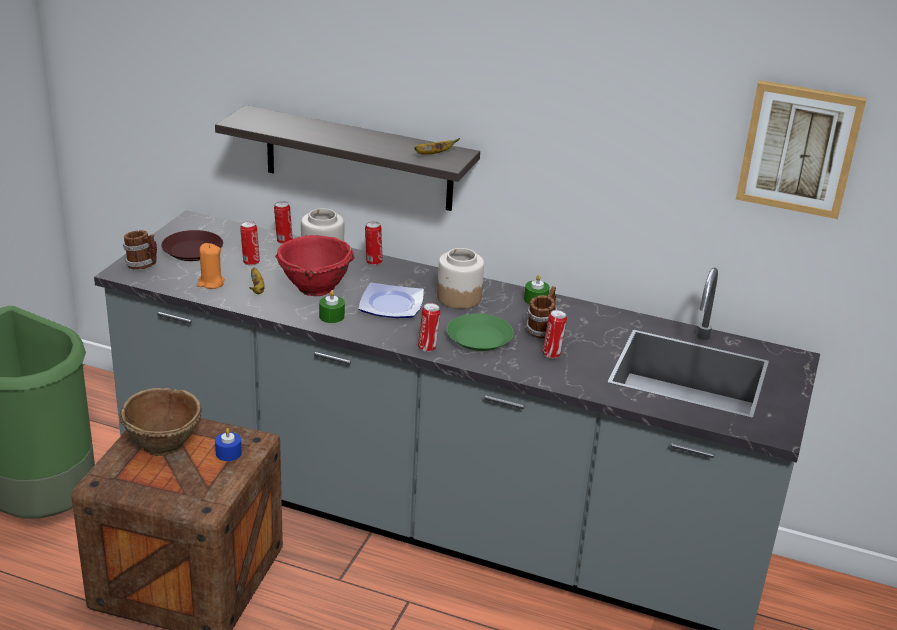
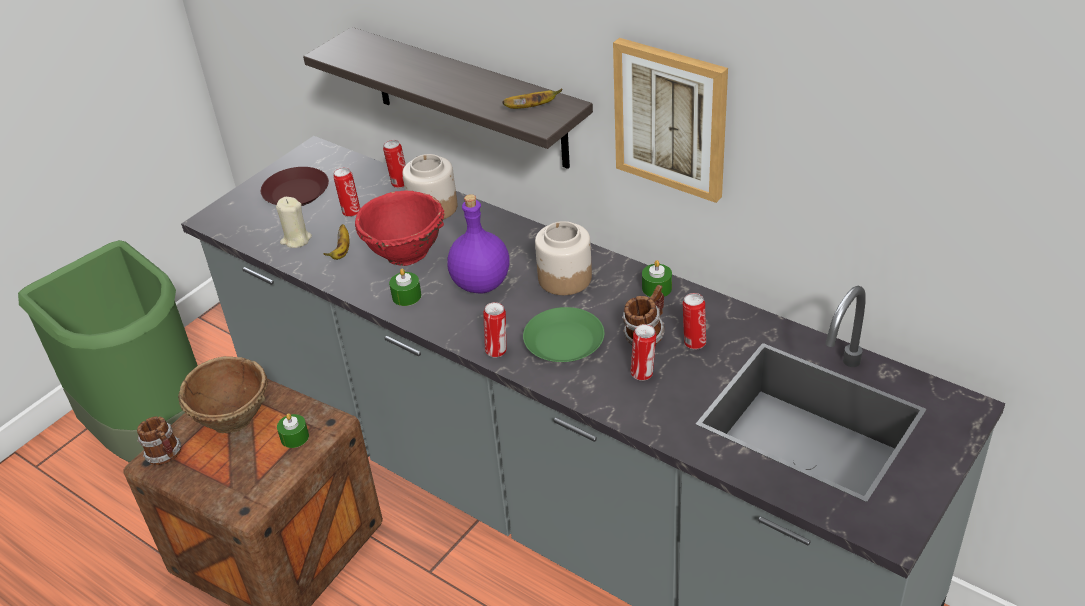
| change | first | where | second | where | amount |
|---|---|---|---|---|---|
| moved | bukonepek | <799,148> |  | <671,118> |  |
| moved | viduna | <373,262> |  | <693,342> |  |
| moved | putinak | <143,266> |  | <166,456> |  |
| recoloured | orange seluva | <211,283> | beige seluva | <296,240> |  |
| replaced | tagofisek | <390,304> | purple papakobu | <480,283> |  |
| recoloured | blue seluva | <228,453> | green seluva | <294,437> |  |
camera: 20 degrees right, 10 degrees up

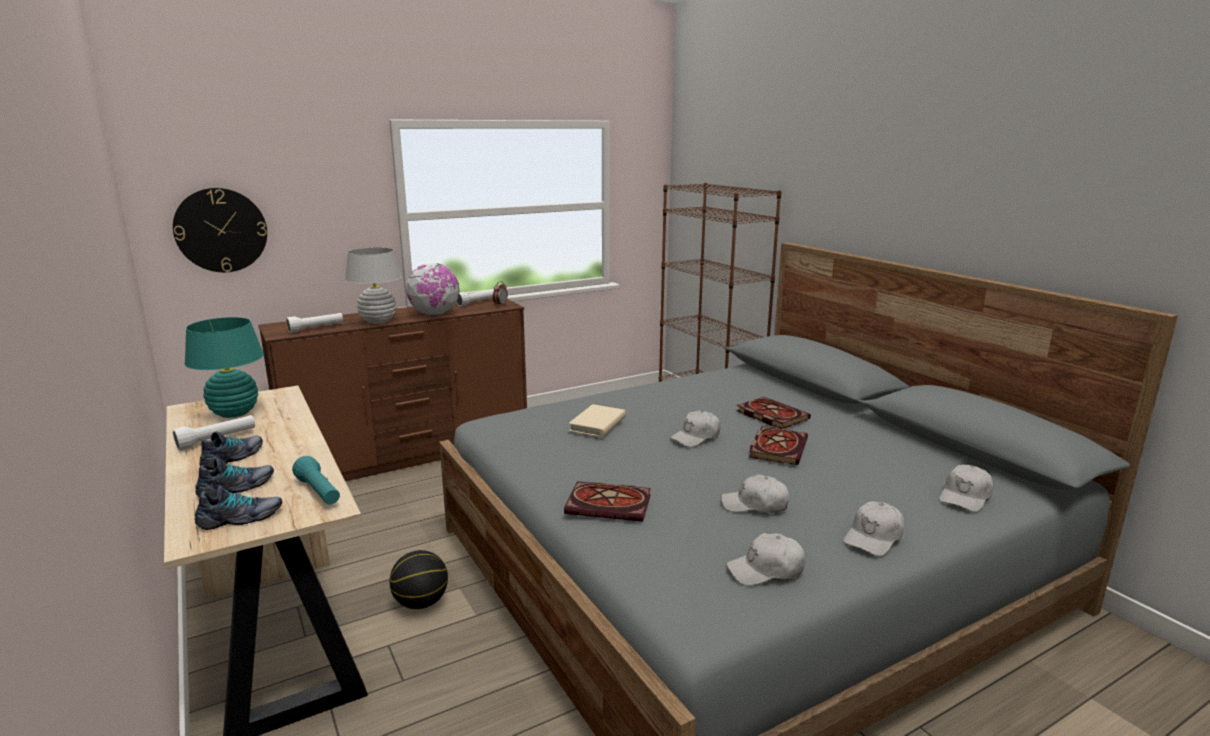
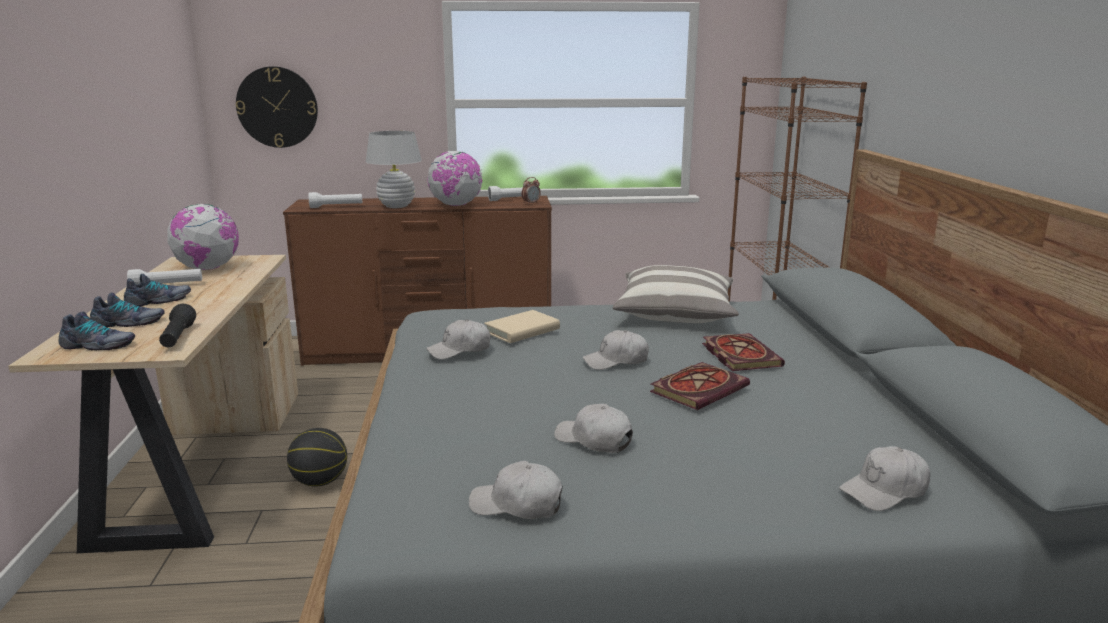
| change | first | where | second | where | amount |
|---|---|---|---|---|---|
| replaced | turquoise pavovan | <234,413> | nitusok | <208,268> |  |
| recoloured | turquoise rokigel | <319,492> | black rokigel | <178,338> |  |
| removed | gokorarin | <611,504> |  |  |  |
| moved | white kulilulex | <873,537> |  | <459,350> |  |
| added |  |  | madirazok | <675,313> |  |
camera: 25 degrees right, 0 degrees up

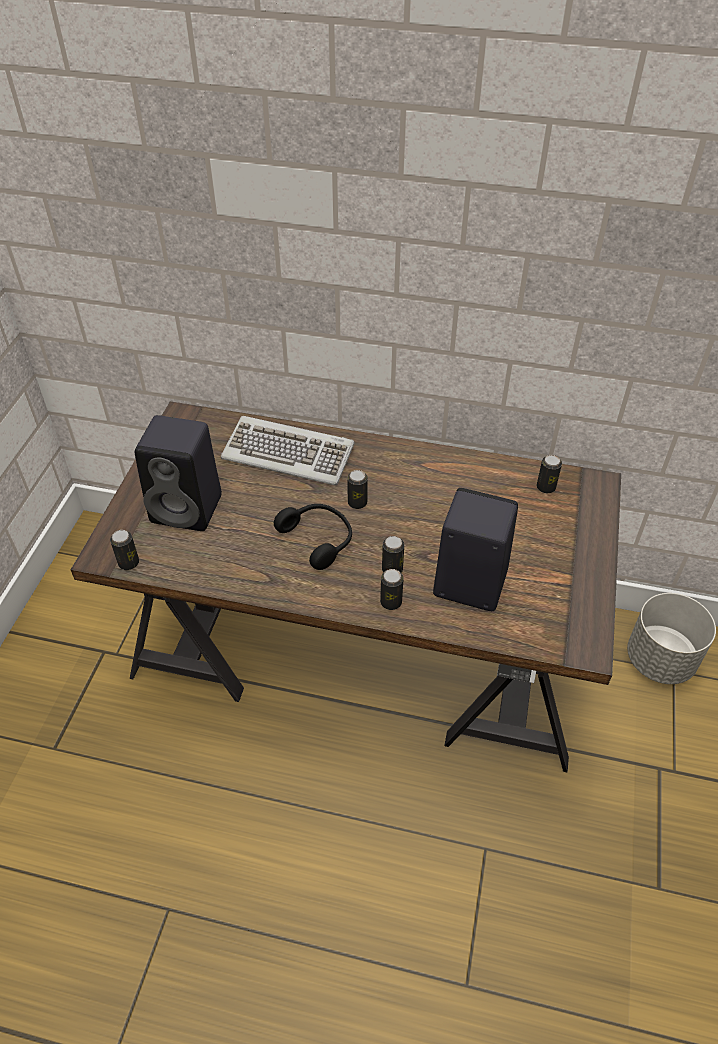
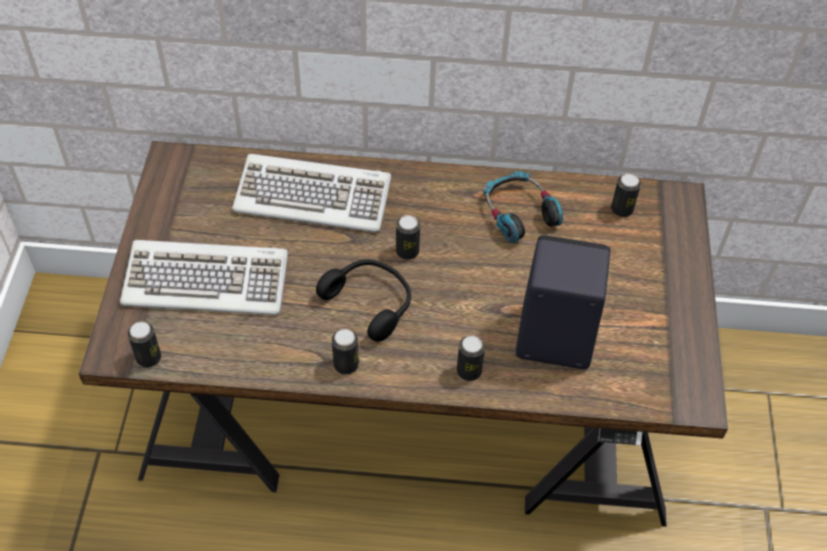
| change | first | where | second | where | amount |
|---|---|---|---|---|---|
| replaced | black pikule | <189,508> | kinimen | <207,280> |  |
| moved | viduna | <392,569> |  | <346,365> |  |
| removed | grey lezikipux | <660,660> |  |  |  |
| added |  |  | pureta | <519,212> |  |
camera: 10 degrees left, 5 degrees up

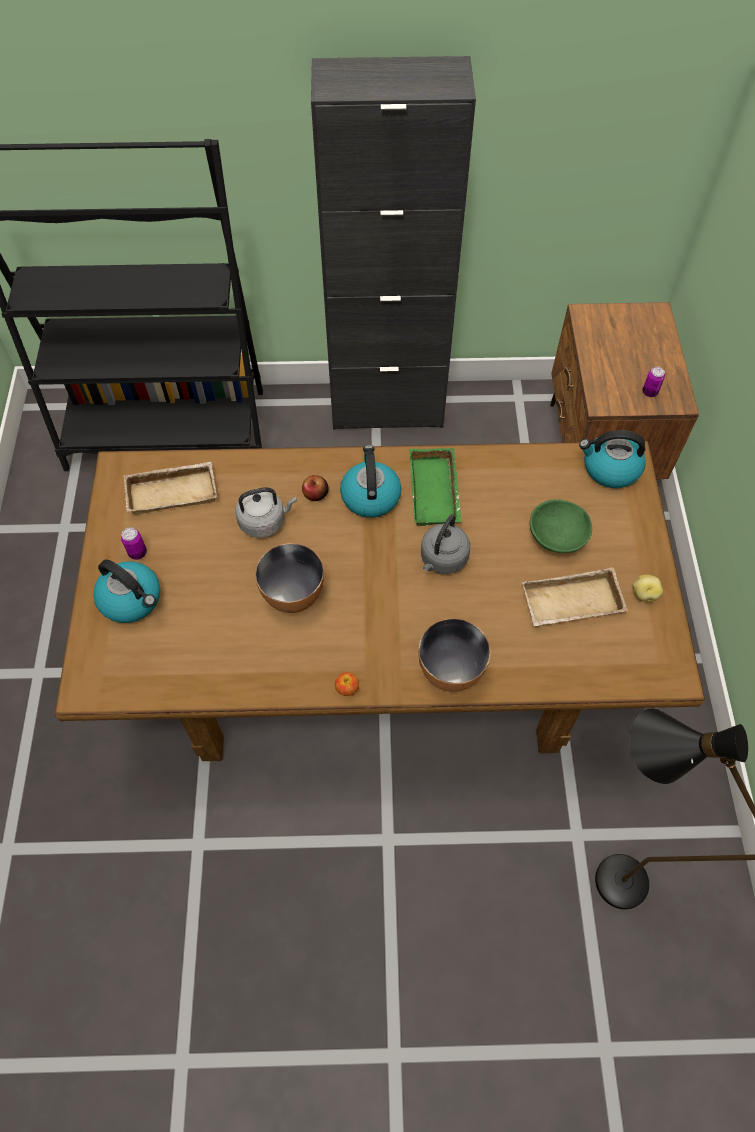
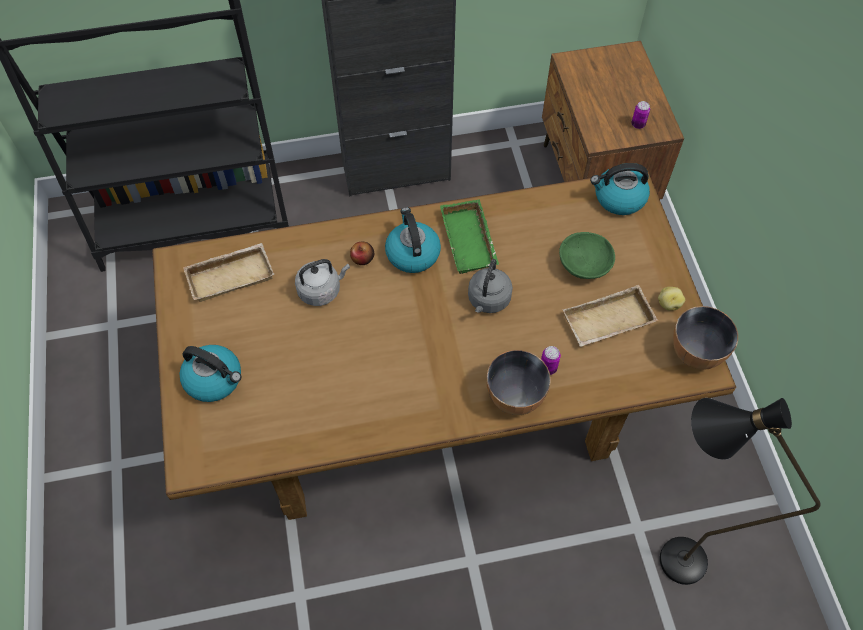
| change | first | where | second | where | amount |
|---|---|---|---|---|---|
| moved | viduna | <137,553> |  | <548,368> |  |
| moved | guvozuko | <293,594> |  | <696,352> |  |
| removed | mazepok | <347,688> |  |  |  |
camera: 10 degrees left, 0 degrees up

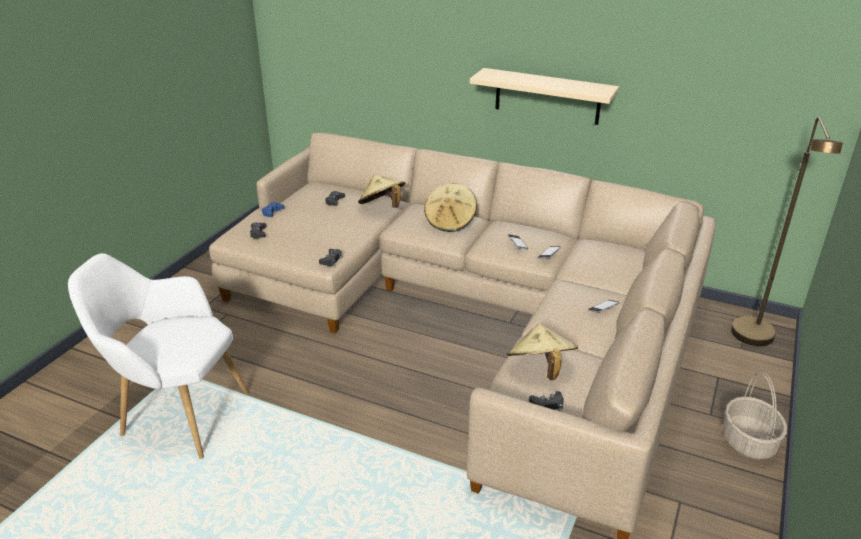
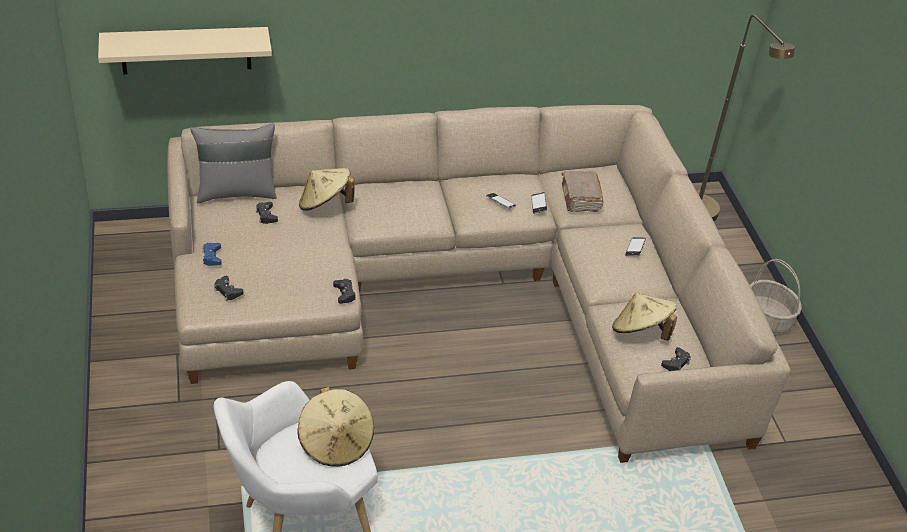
| change | first | where | second | where | amount |
|---|---|---|---|---|---|
| moved | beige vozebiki | <547,96> |  | <186,50> |  |
| moved | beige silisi | <450,222> |  | <336,443> |  |
| added |  |  | grey madirazok | <236,192> |  |
| added |  |  | brown gokorarin | <580,199> |  |
camera: 40 degrees left, 10 degrees up

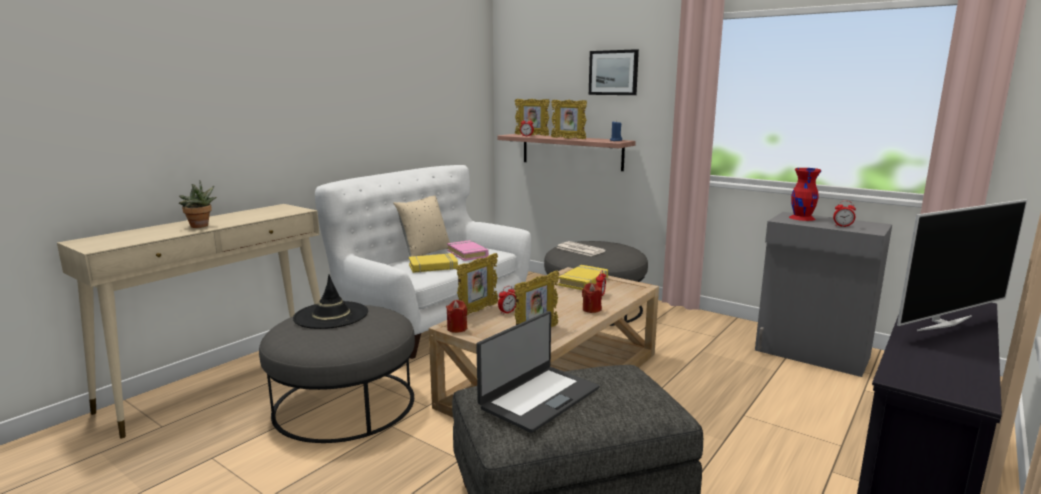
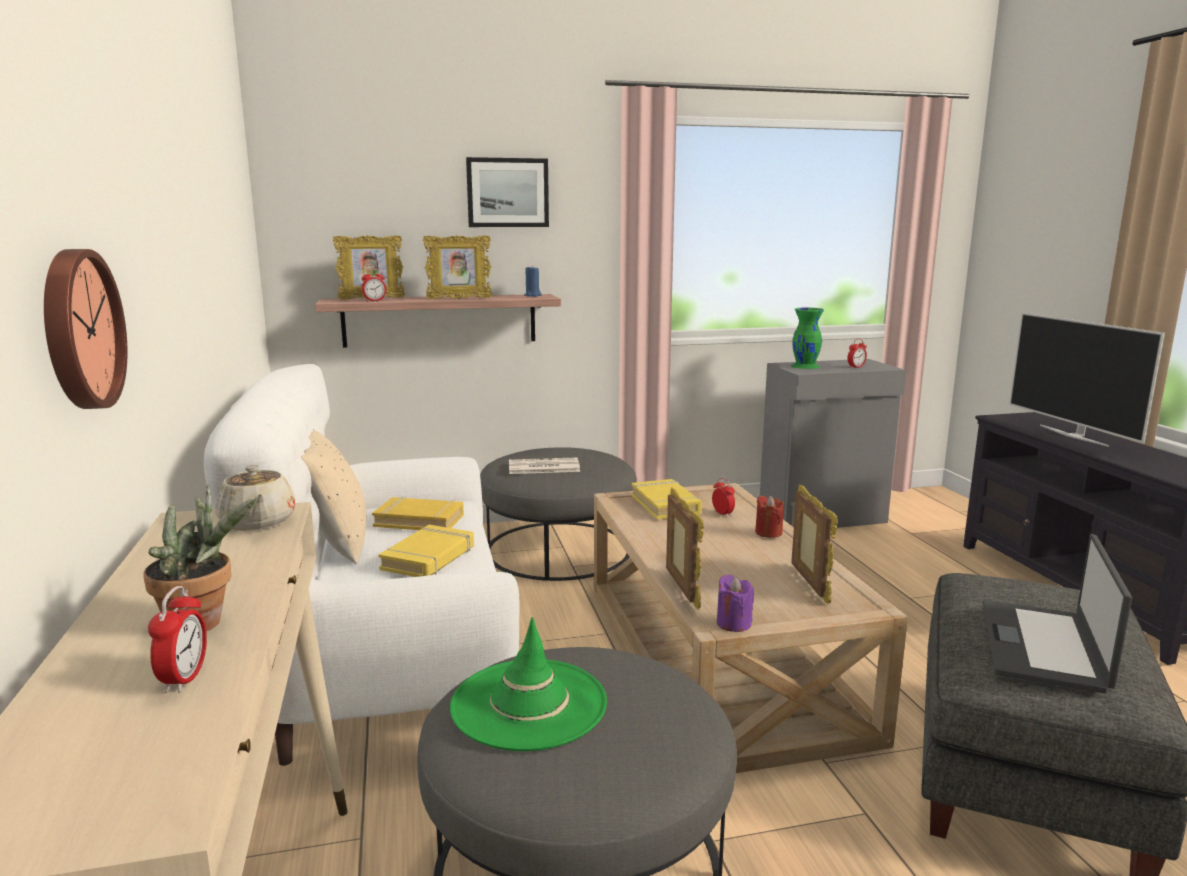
| change | first | where | second | where | amount |
|---|---|---|---|---|---|
| recoloured | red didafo | <802,218> | green didafo | <806,366> |  |
| turned | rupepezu | <943,323> |  | <1074,435> | 150 degrees clockwise |
| recoloured | pink gokorarin | <468,254> | yellow gokorarin | <419,520> |  |
| recoloured | black silisi | <331,315> | green silisi | <528,704> |  |
| moved | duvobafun | <507,312> |  | <184,679> |  |
| recoloured | red seluva | <457,328> | purple seluva | <733,623> |  |
| turned | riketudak | <538,397> |  | <1044,646> | 150 degrees counterclockwise |
| added |  |  | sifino | <78,330> |  |
| added |  |  | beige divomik | <258,522> |  |
camera: 50 degrees left, 0 degrees up

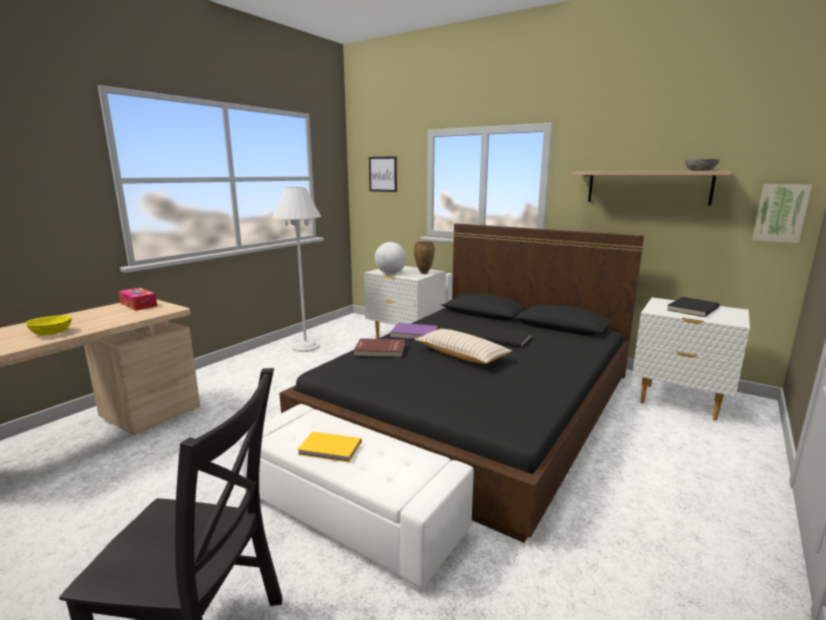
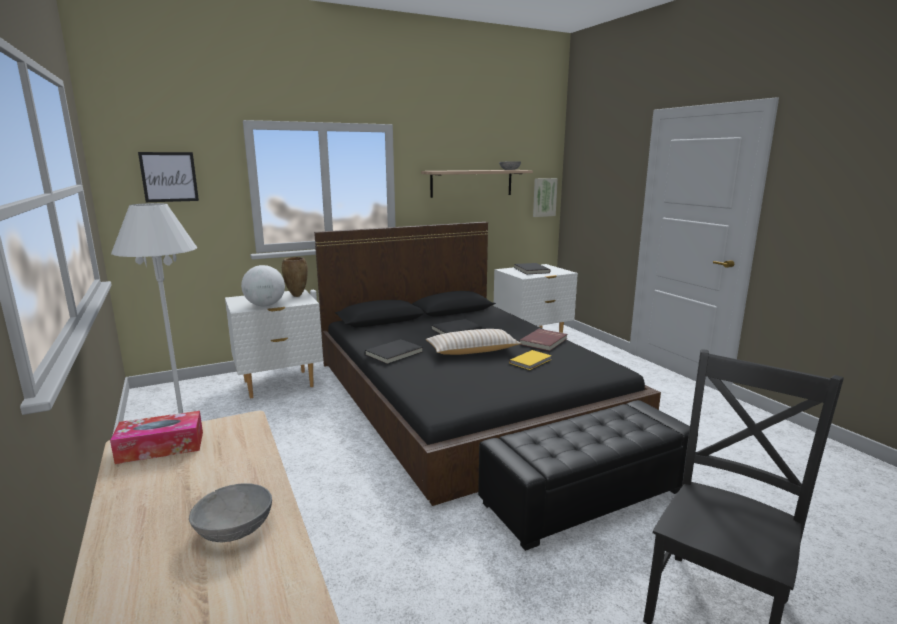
| change | first | where | second | where | amount |
|---|---|---|---|---|---|
| recoloured | yellow guvozuko | <51,333> | grey guvozuko | <235,529> |  |
| recoloured | purple gokorarin | <414,333> | black gokorarin | <394,354> |  |
| moved | red gokorarin | <379,350> |  | <544,341> |  |
| recoloured | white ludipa | <353,514> | black ludipa | <585,496> |  |
| moved | yellow gokorarin | <330,449> |  | <531,361> |  |
camera: 60 degrees left, 0 degrees up

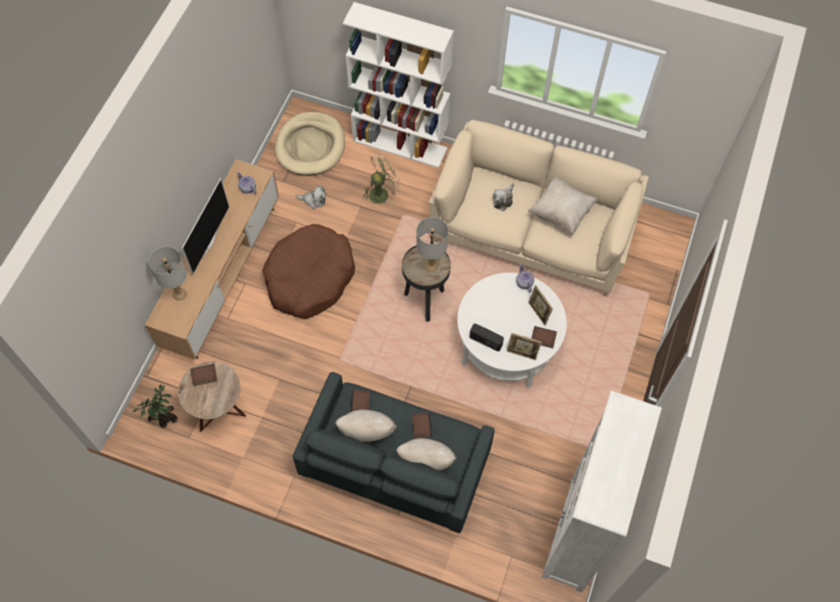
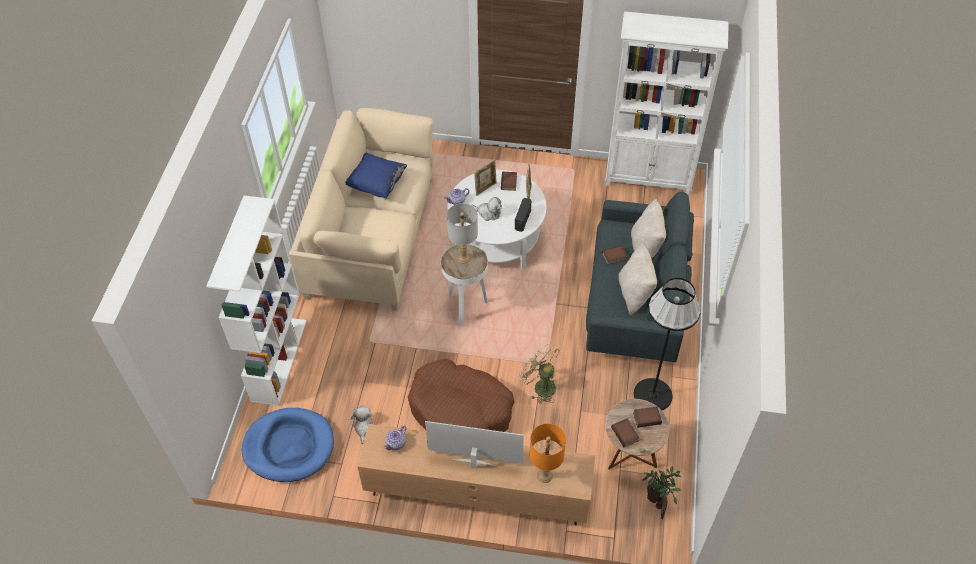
| change | first | where | second | where | amount |
|---|---|---|---|---|---|
| recoloured | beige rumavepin | <310,146> | blue rumavepin | <289,446> |  |
| moved | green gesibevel | <382,192> |  | <540,386> |  |
| recoloured | beige madirazok | <561,213> | blue madirazok | <376,184> |  |
| moved | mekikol | <503,200> |  | <488,213> |  |
| recoloured | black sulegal | <425,301> | white sulegal | <465,307> |  |
| recoloured | grey pavovan | <179,294> | orange pavovan | <545,475> |  |
| moved | gokorarin | <361,403> |  | <647,417> |  |
| added |  |  | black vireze | <653,395> |  |
camera: 100 degrees left, 10 degrees down

